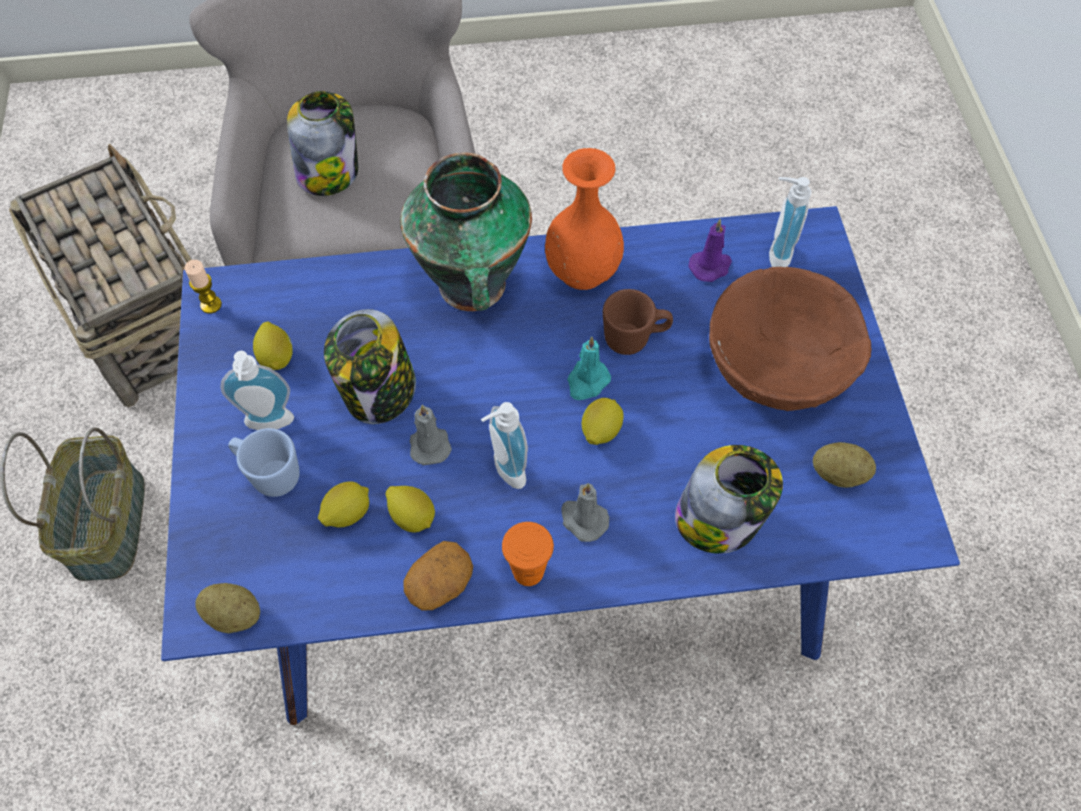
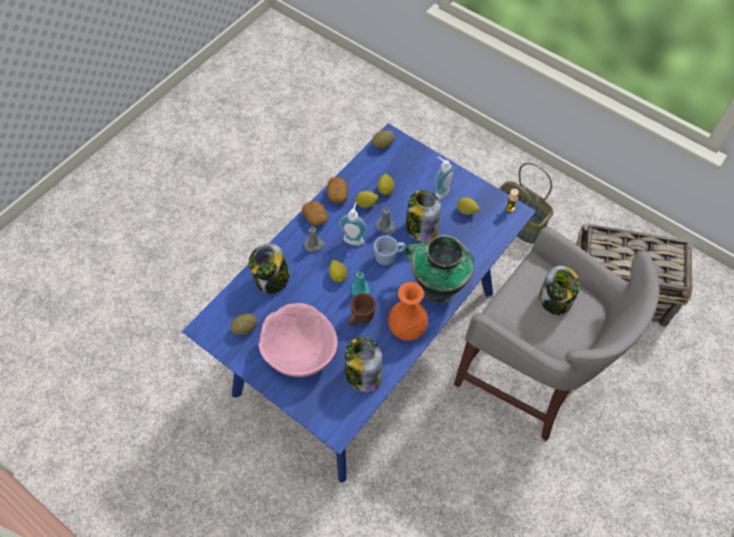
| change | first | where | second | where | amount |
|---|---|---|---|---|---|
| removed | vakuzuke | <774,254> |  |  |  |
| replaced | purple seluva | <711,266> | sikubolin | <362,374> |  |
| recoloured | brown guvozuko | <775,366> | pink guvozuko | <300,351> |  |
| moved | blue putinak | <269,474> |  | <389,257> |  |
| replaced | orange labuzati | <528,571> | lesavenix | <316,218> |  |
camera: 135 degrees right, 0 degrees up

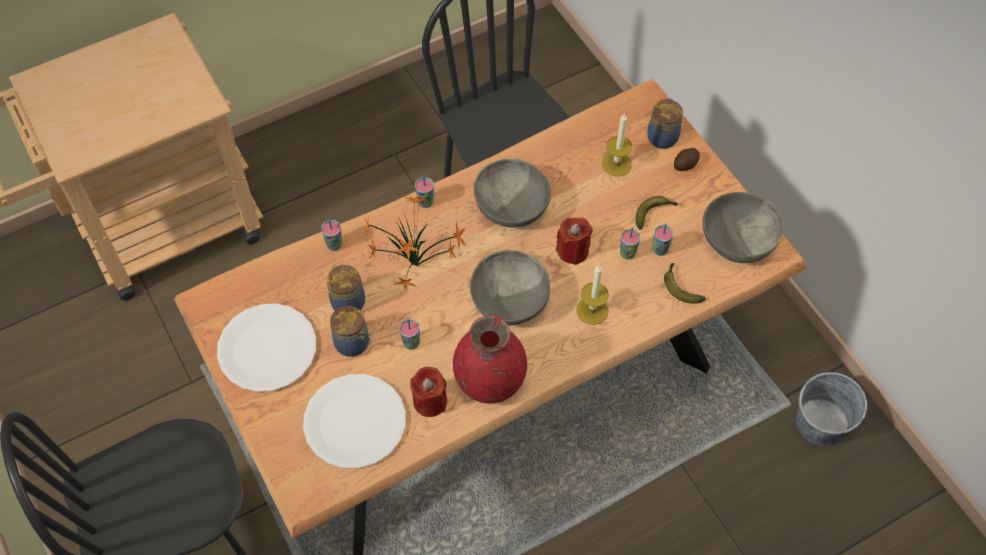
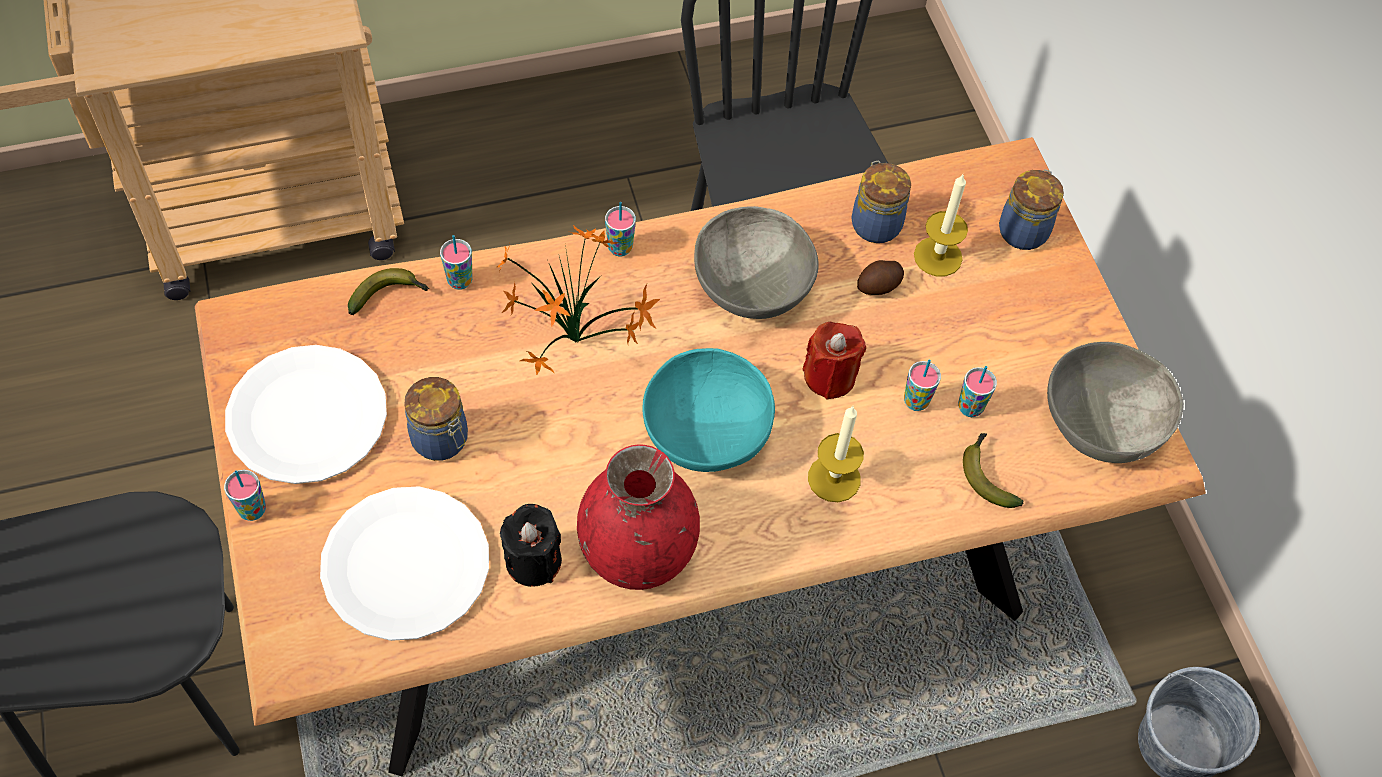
| change | first | where | second | where | amount |
|---|---|---|---|---|---|
| moved | lesavenix | <686,164> |  | <880,286> |  |
| moved | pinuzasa | <654,213> |  | <389,295> |  |
| recoloured | grey guvozuko | <508,301> | turquoise guvozuko | <705,431> |  |
| moved | sikubolin | <347,301> |  | <875,223> |  |
| moved | labuzati | <411,343> |  | <252,510> |  |
| recoloured | red seluva | <430,401> | black seluva | <533,561> |  |
camera: 10 degrees right, 0 degrees up

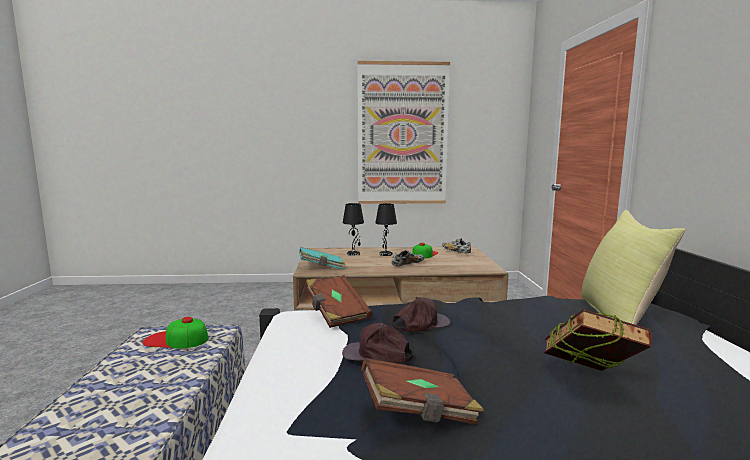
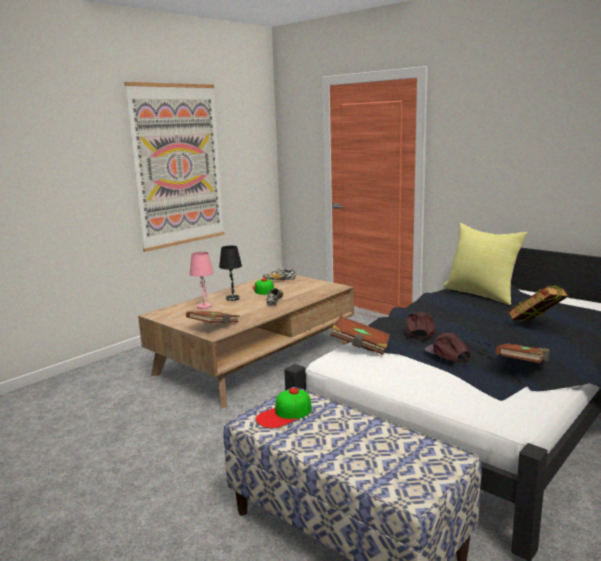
| change | first | where | second | where | amount |
|---|---|---|---|---|---|
| recoloured | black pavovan | <353,254> | pink pavovan | <204,306> |  |
| recoloured | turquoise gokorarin | <321,267> | brown gokorarin | <215,326> |  |
| turned | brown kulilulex | <377,355> |  | <447,354> | 90 degrees clockwise |
camera: 45 degrees left, 5 degrees up

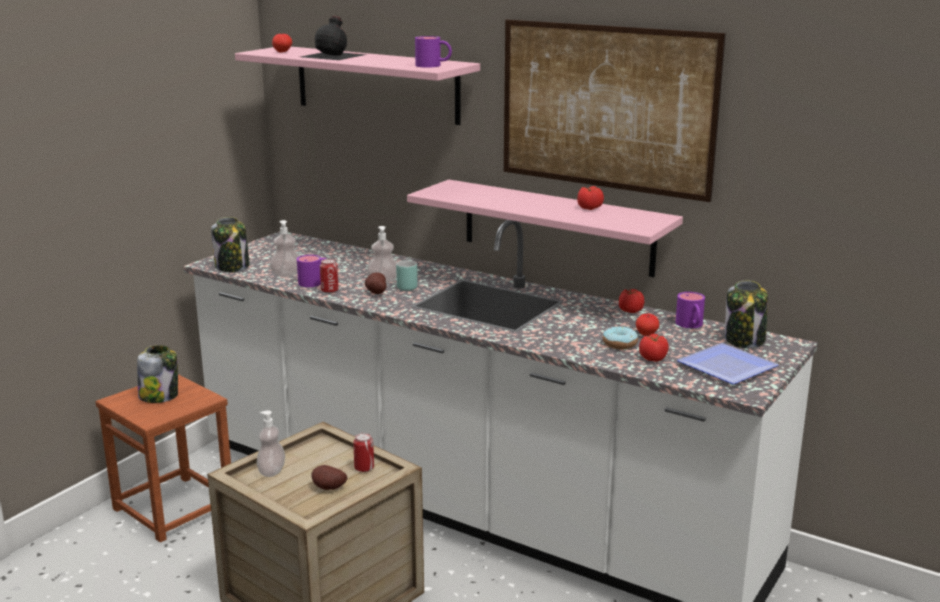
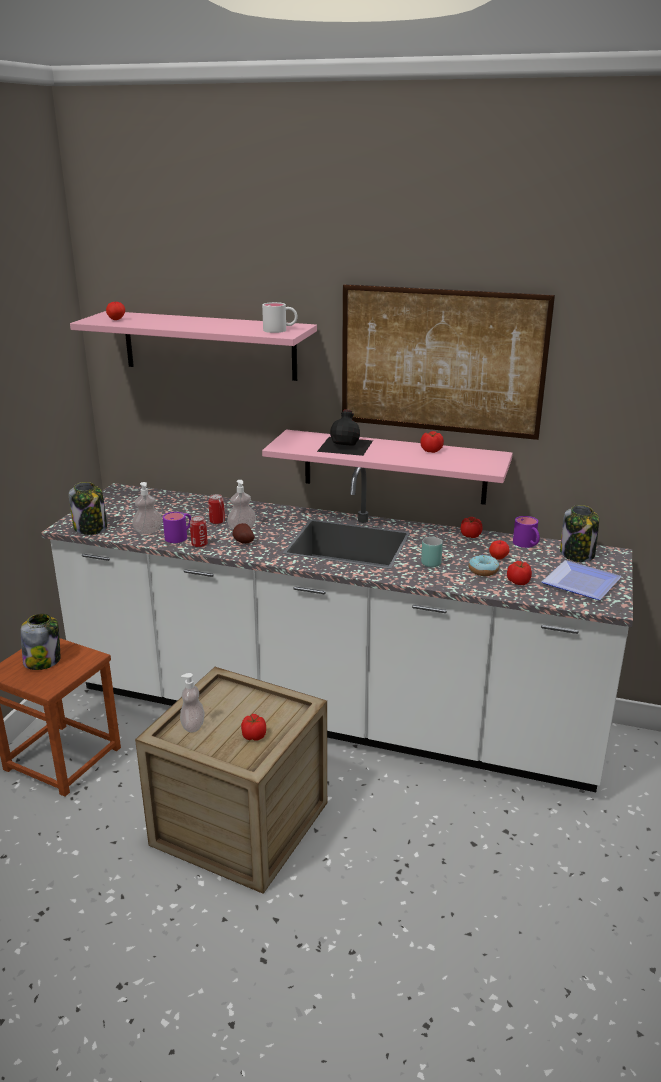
| change | first | where | second | where | amount |
|---|---|---|---|---|---|
| moved | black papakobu | <334,55> |  | <346,445> |  |
| recoloured | purple putinak | <433,65> | white putinak | <280,330> |  |
| moved | turquoise putinak | <406,286> |  | <428,561> |  |
| moved | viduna | <364,468> |  | <217,522> |  |
| replaced | lesavenix | <328,489> | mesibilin | <254,735> |  |
camera: 15 degrees left, 5 degrees up

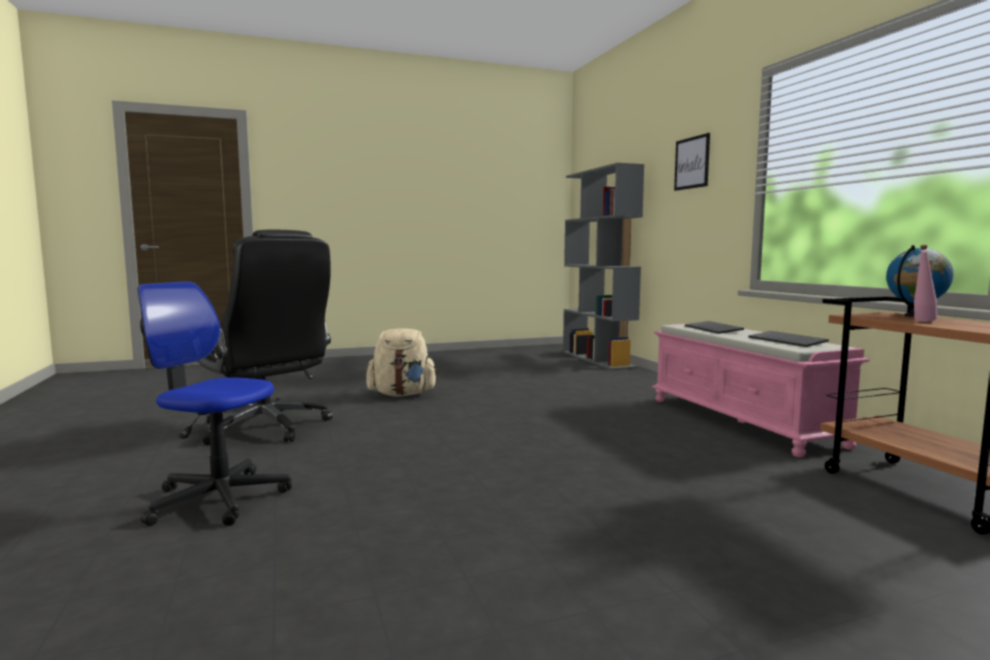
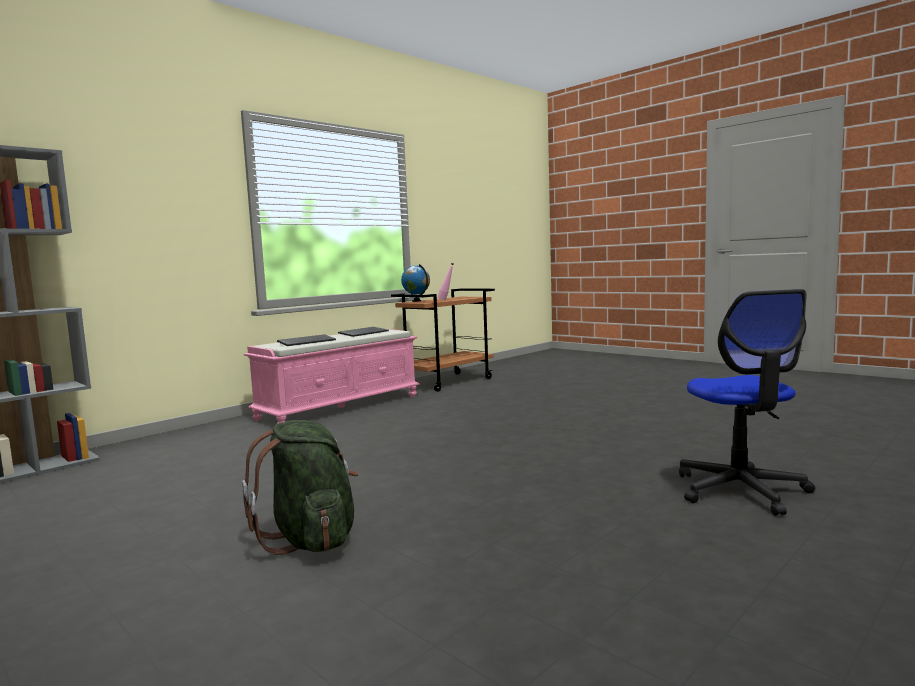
| change | first | where | second | where | amount |
|---|---|---|---|---|---|
| removed | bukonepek | <692,163> |  |  |  |
| removed | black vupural | <266,428> |  |  |  |
| recoloured | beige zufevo | <402,394> | green zufevo | <310,539> |  |
camera: 115 degrees left, 0 degrees up

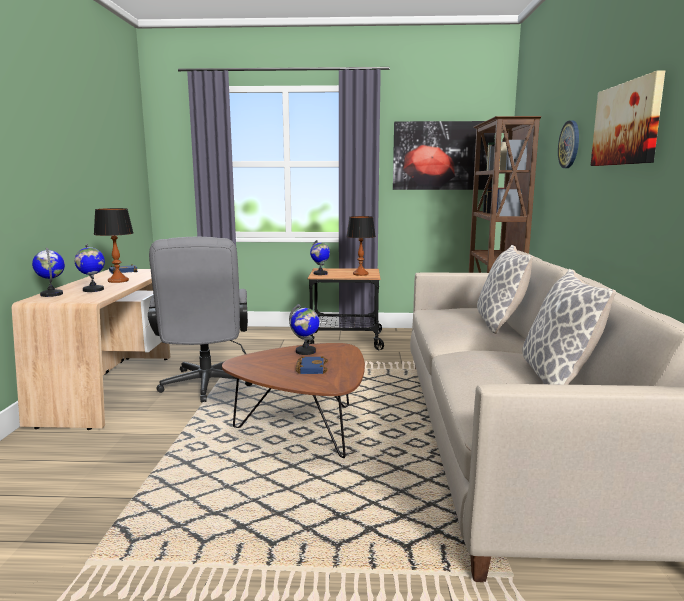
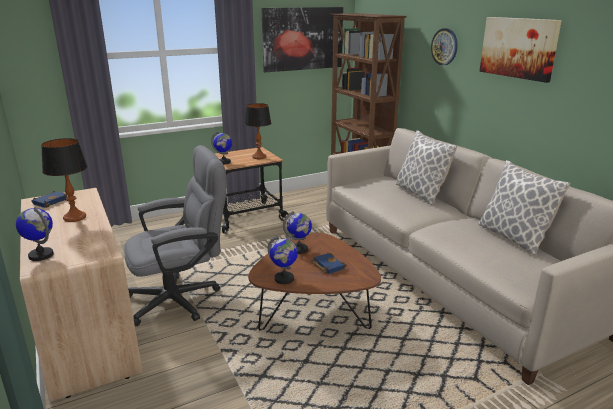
| change | first | where | second | where | amount |
|---|---|---|---|---|---|
| turned | grey vupural | <205,387> |  | <182,298> | 75 degrees counterclockwise |
| moved | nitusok | <93,290> |  | <284,279> |  |
camera: 30 degrees left, 10 degrees up

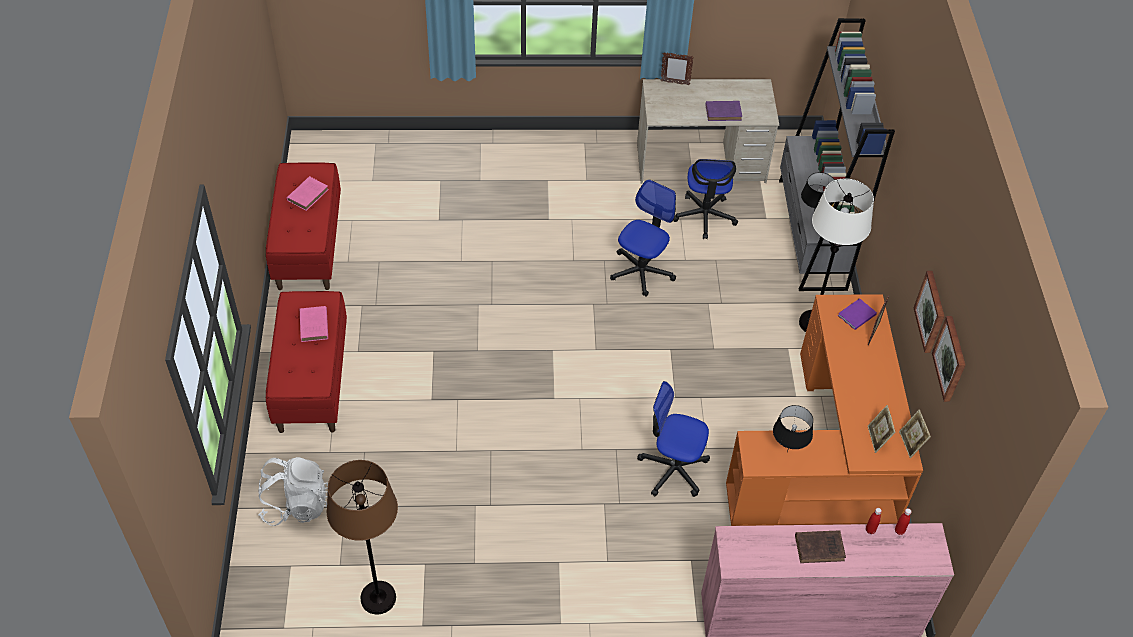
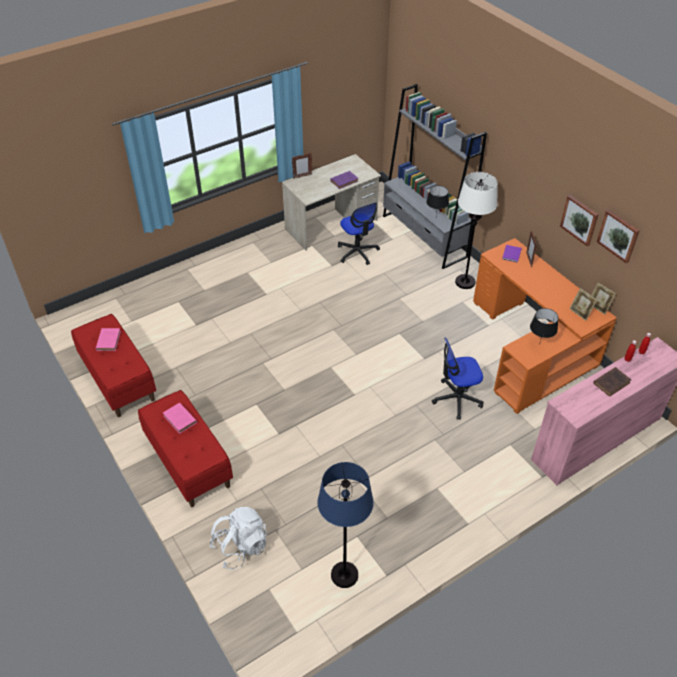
| change | first | where | second | where | amount |
|---|---|---|---|---|---|
| removed | vupural | <641,271> |  |  |  |
| recoloured | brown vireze | <378,598> | blue vireze | <344,575> |  |
camera: 30 degrees left, 5 degrees down

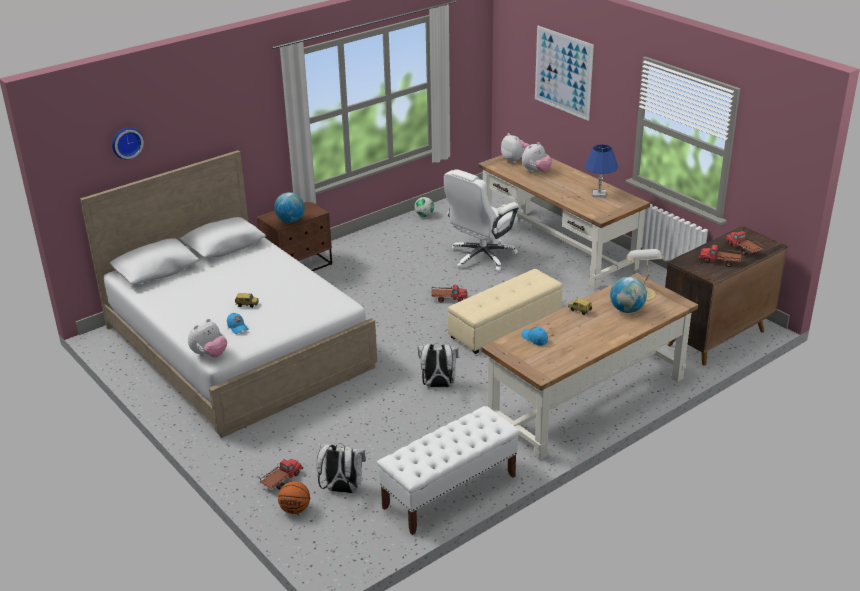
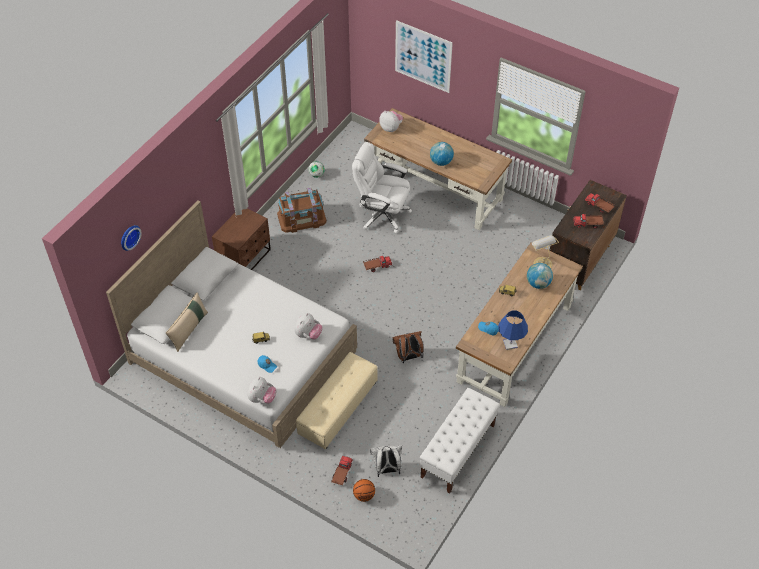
| change | first | where | second | where | amount |
|---|---|---|---|---|---|
| moved | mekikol | <536,171> |  | <308,334> |  |
| moved | blue pavovan | <599,194> |  | <510,344> |  |
| turned | white vupural | <481,257> |  | <382,214> | 90 degrees clockwise |
| moved | nitusok | <290,220> |  | <441,162> |  |
| moved | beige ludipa | <505,325> |  | <337,408> |  |
| recoloured | white zufevo | <438,385> | brown zufevo | <408,357> |  |
| added |  |  | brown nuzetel | <301,218> |  |
| added |  |  | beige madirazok | <189,330> |  |
camera: 20 degrees left, 20 degrees up

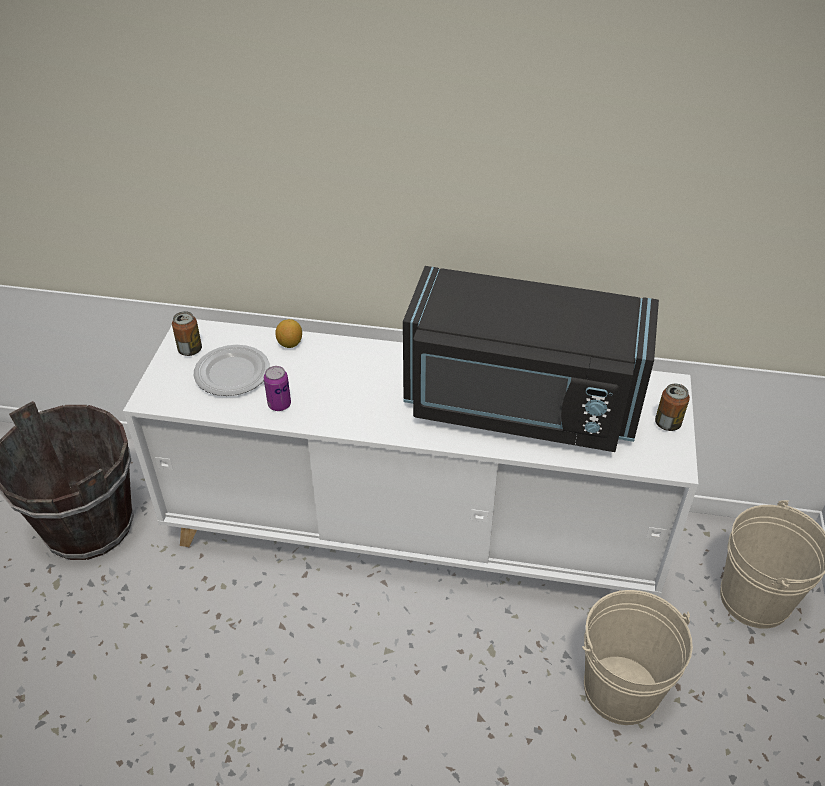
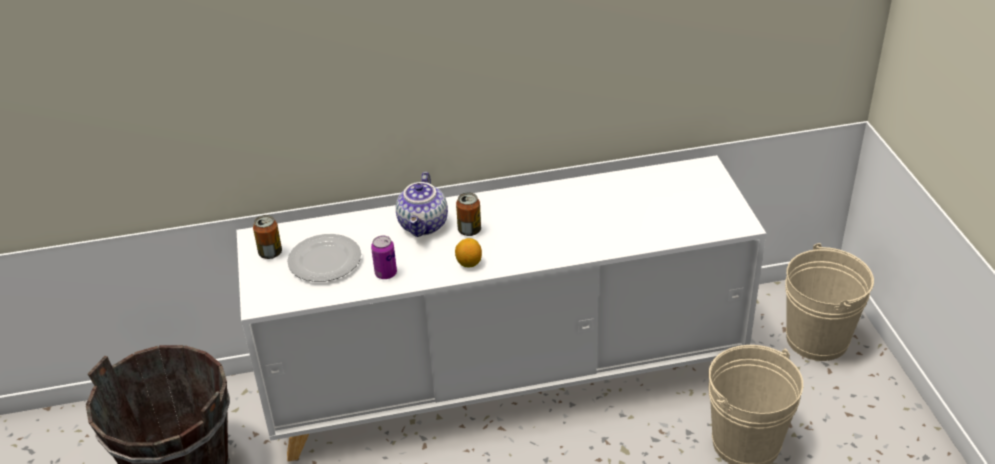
| change | first | where | second | where | amount |
|---|---|---|---|---|---|
| removed | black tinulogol | <520,405> |  |  |  |
| moved | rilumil | <290,343> |  | <469,263> |  |
| moved | viduna | <667,423> |  | <469,230> |  |
| added |  |  | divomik | <424,225> |  |
camera: 20 degrees left, 5 degrees down

